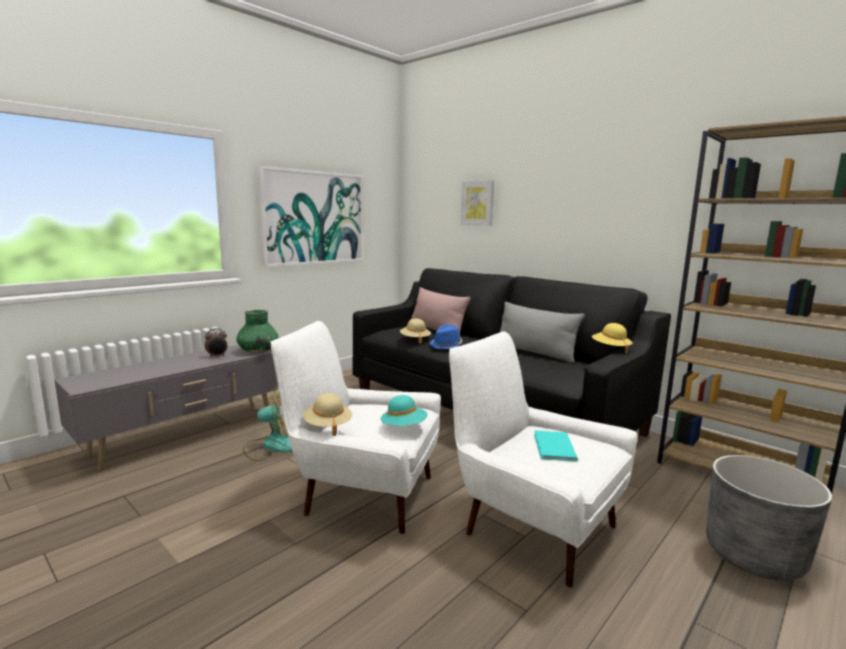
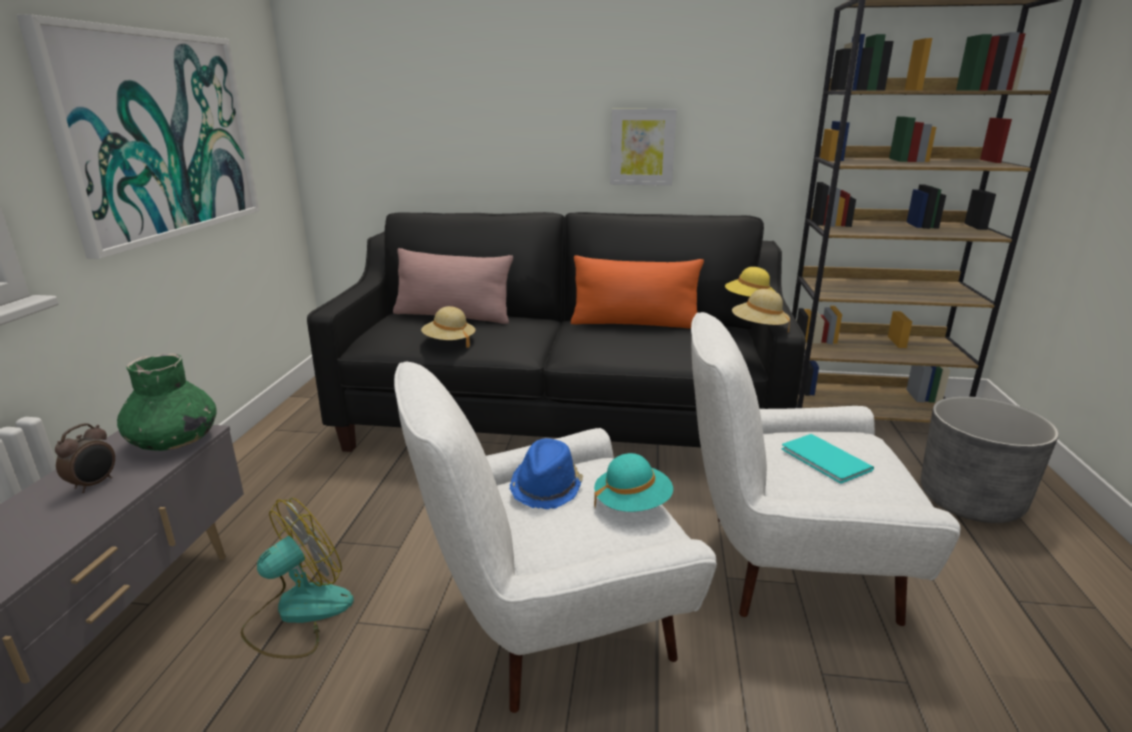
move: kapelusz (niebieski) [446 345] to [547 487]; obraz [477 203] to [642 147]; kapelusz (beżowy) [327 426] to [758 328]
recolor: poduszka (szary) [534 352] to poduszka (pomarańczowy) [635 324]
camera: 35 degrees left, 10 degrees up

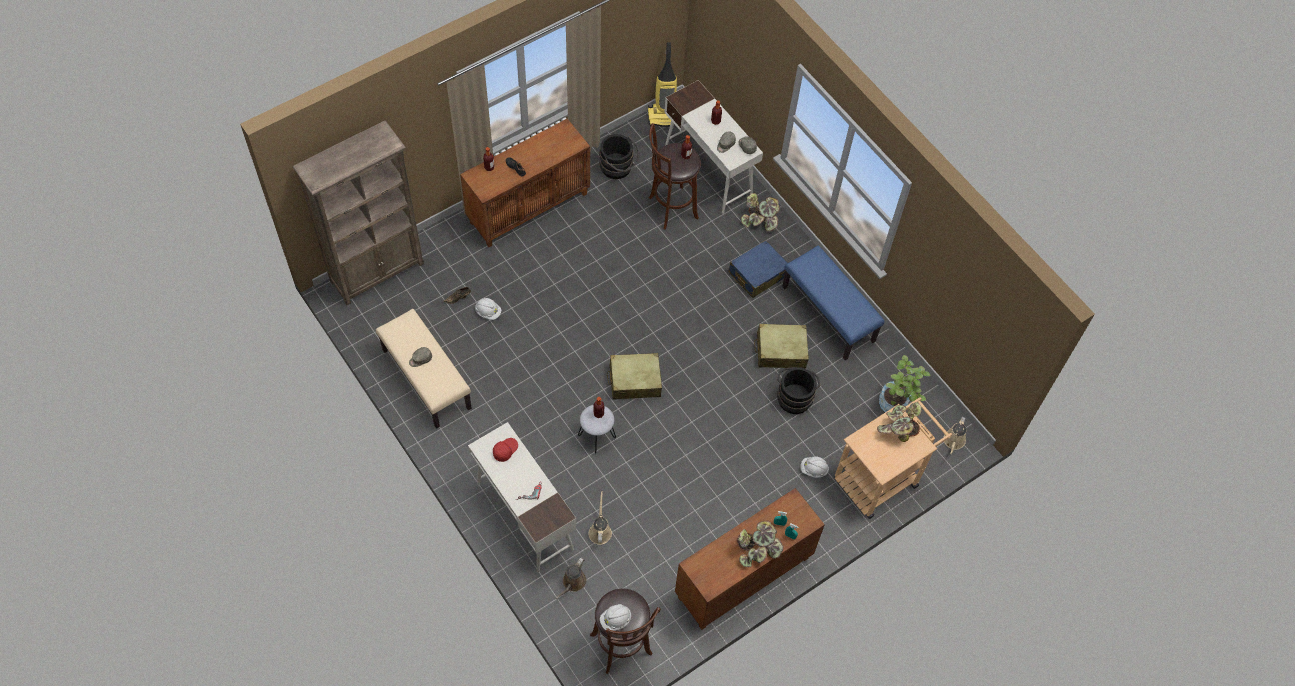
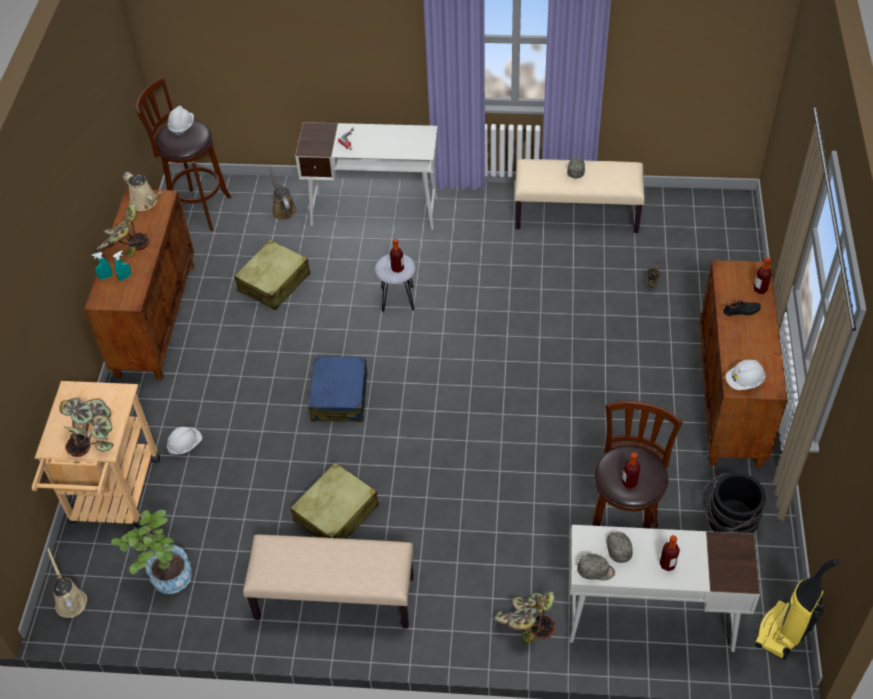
delete: regał (brązowy) [377 272]; czapka z daszkiem (czerwony) [505 451]; wiadro (czarny) [794 396]
move: konewka (beżowy) [600 531] to [145 202]; walizka (beżowy) [634 381] to [274 282]; walizka (niebieski) [757 274] to [339 396]; kask (biały) [488 312] to [744 382]
recolor: ławka (niebieski) [829 314] to ławka (beżowy) [334 599]
camera: 135 degrees right, 10 degrees down

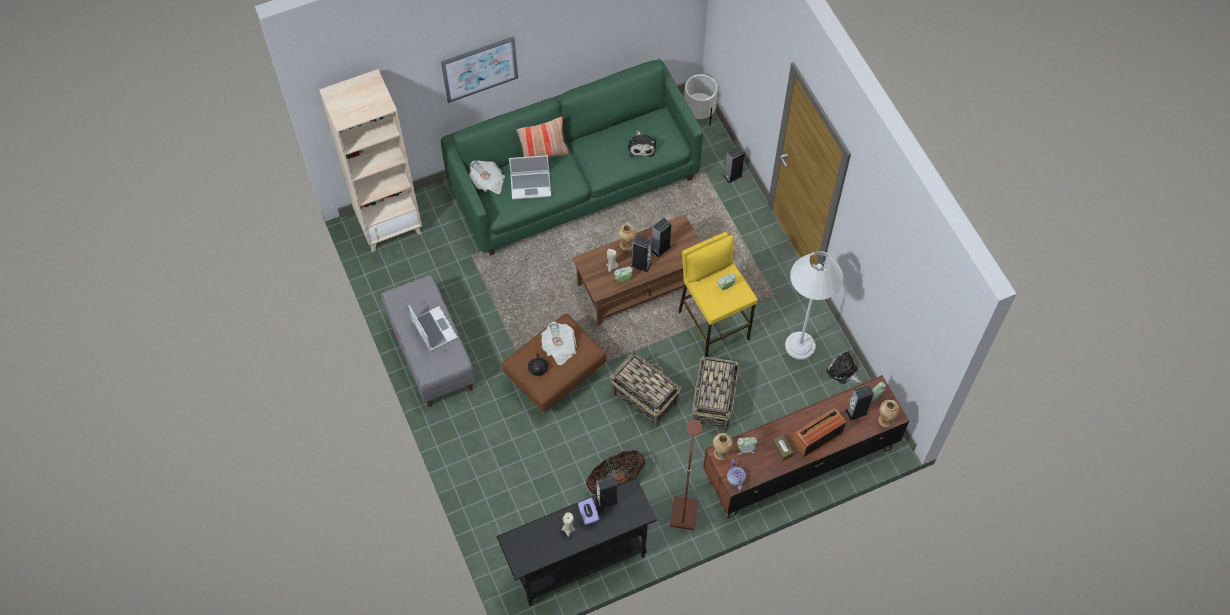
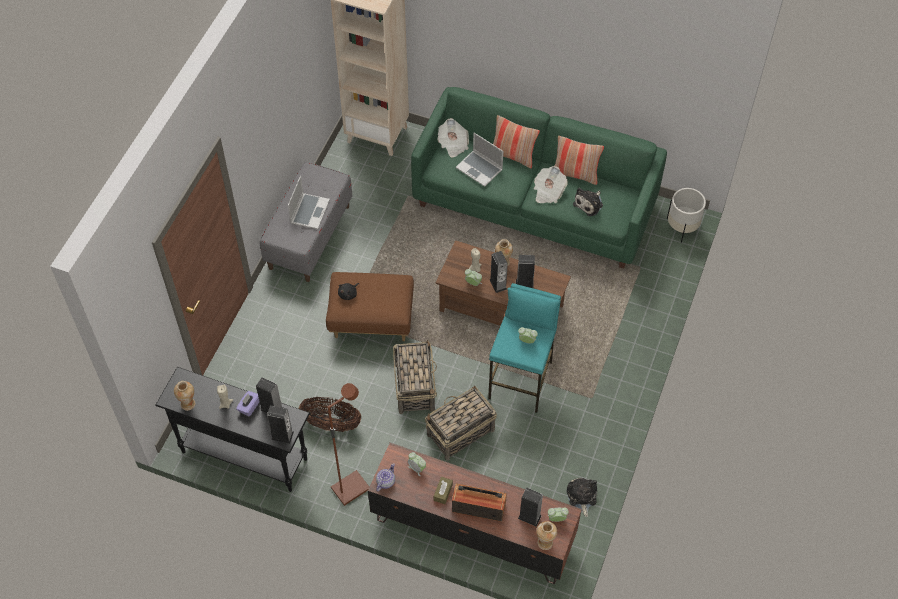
delete: obraz [479 69]; lampa stojąca (biały) [800 345]
insert: poduszka [575 174]
move: wazon [721 453] to [188 404]; głośnik [732 175] to [282 435]; gazeta [559 348] to [548 191]
recolor: stołek (żółty) [713 325] to stołek (turkusowy) [521 380]
camera: 45 degrees right, 5 degrees down

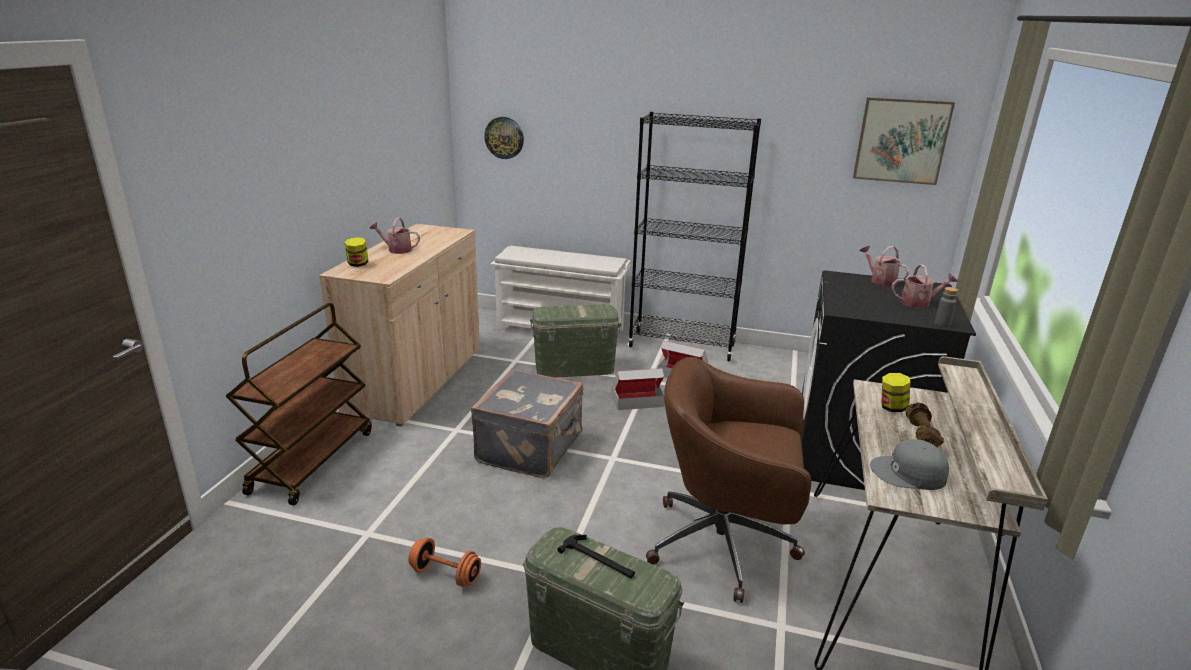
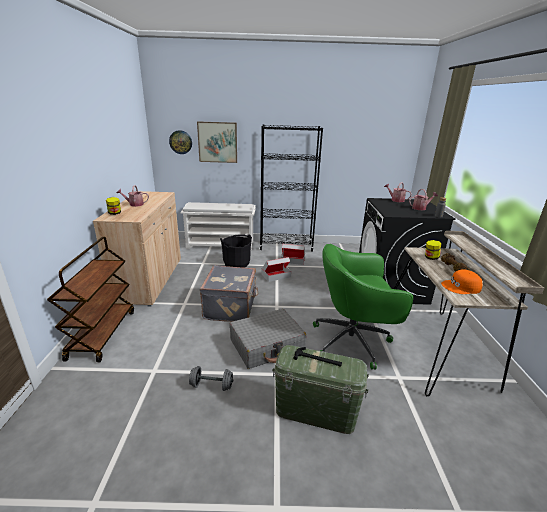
insert: walizka (szary) [267 345]
move: obraz [901 140] to [217 142]
replace: pojemnik do przechowywania (zielony) [574 368] to wiadro (czarny) [236 263]
recolor: hantel (pomarańczowy) [445 575] to hantel (szary) [211 386]; krzesło biurowe (brązowy) [725 544] to krzesło biurowe (zielony) [353 341]; czapka z daszkiem (szary) [909 473] to czapka z daszkiem (pomarańczowy) [461 287]
camera: 15 degrees left, 0 degrees up

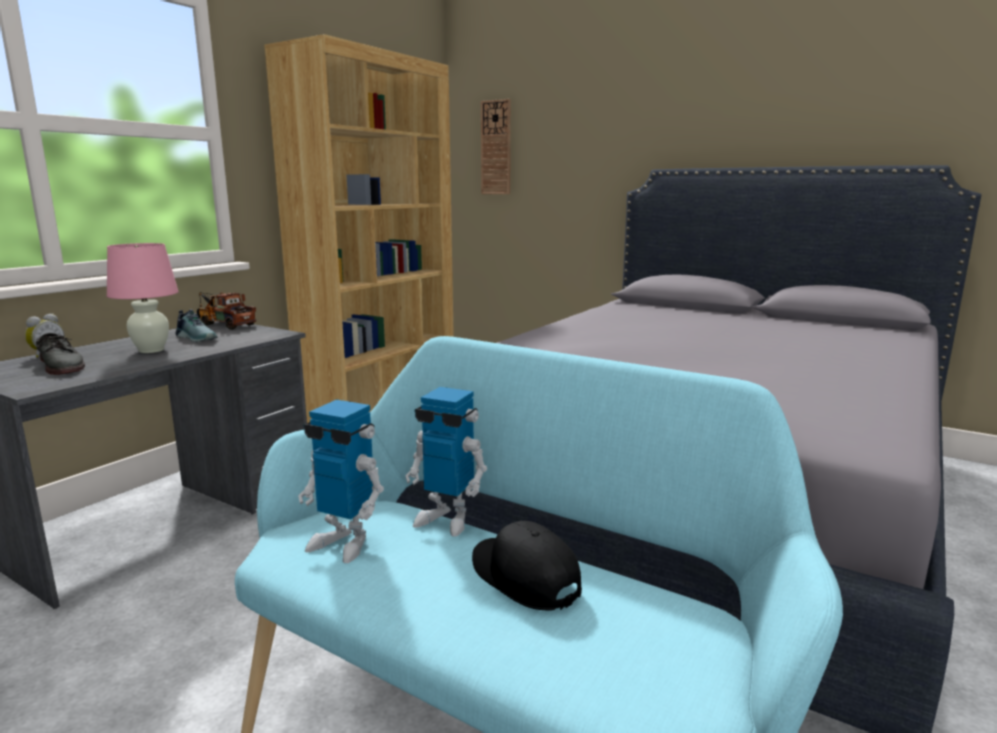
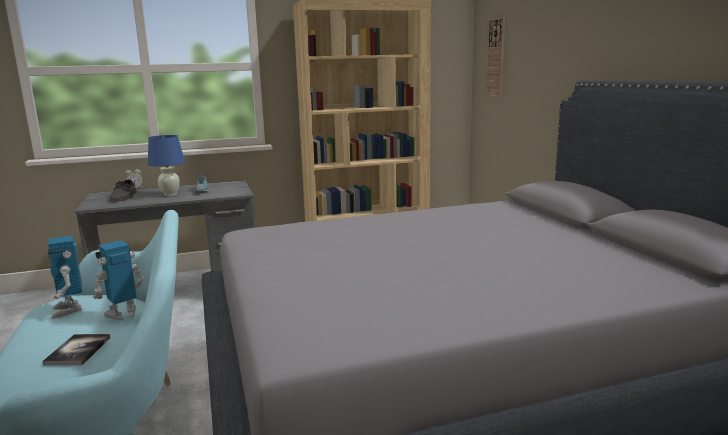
delete: ciężarówka zabawkowa [224 324]
replace: czapka z daszkiem (czarny) [524 577] to książka [78 351]
recolor: lampa stołowa (różowy) [151 350] to lampa stołowa (niebieski) [170 194]
rotate: robot zabawkowy [446 519] = [123 315] 75 degrees clockwise
camera: 40 degrees right, 0 degrees up

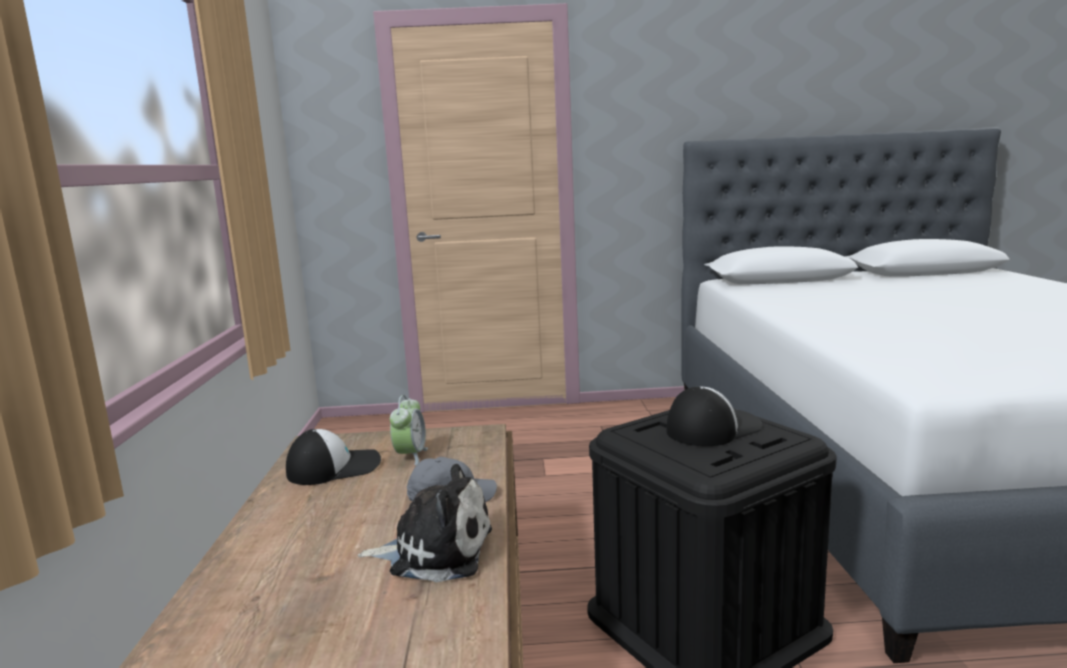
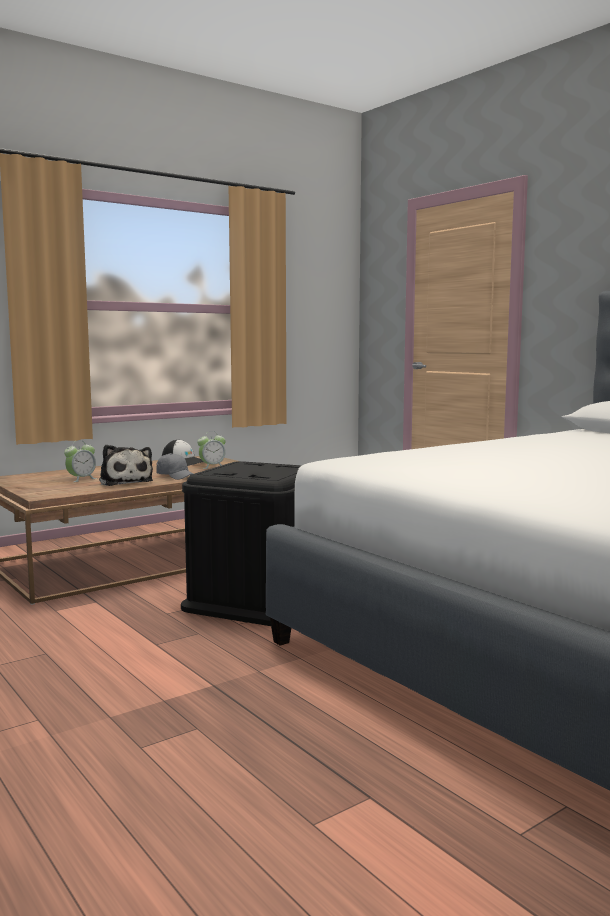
delete: czapka z daszkiem [712 428]
insert: budzik [81 479]
camera: 55 degrees right, 5 degrees down

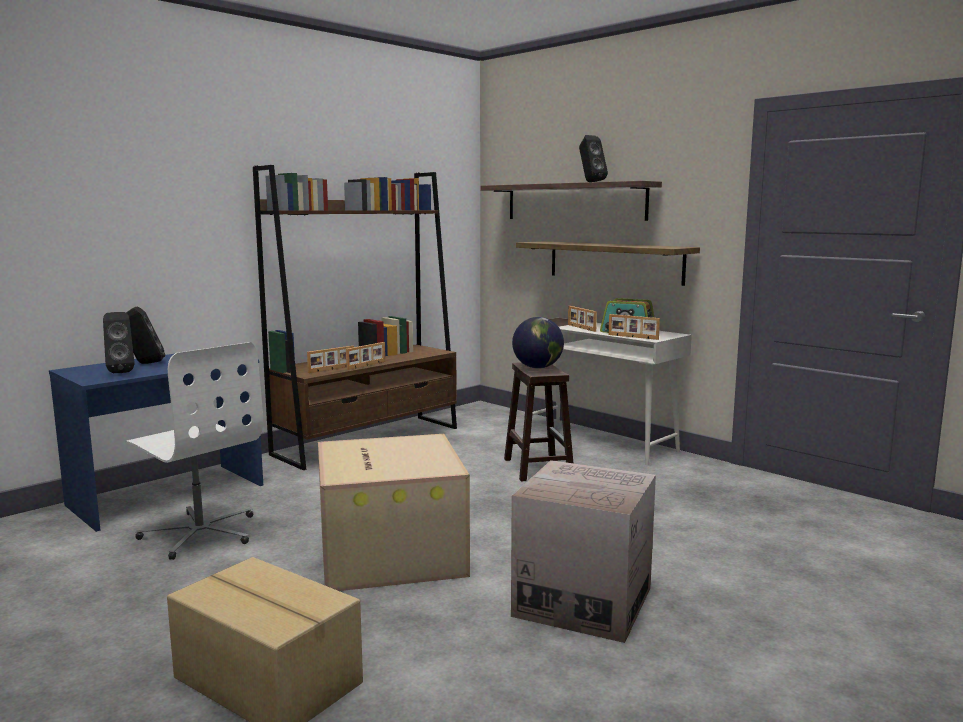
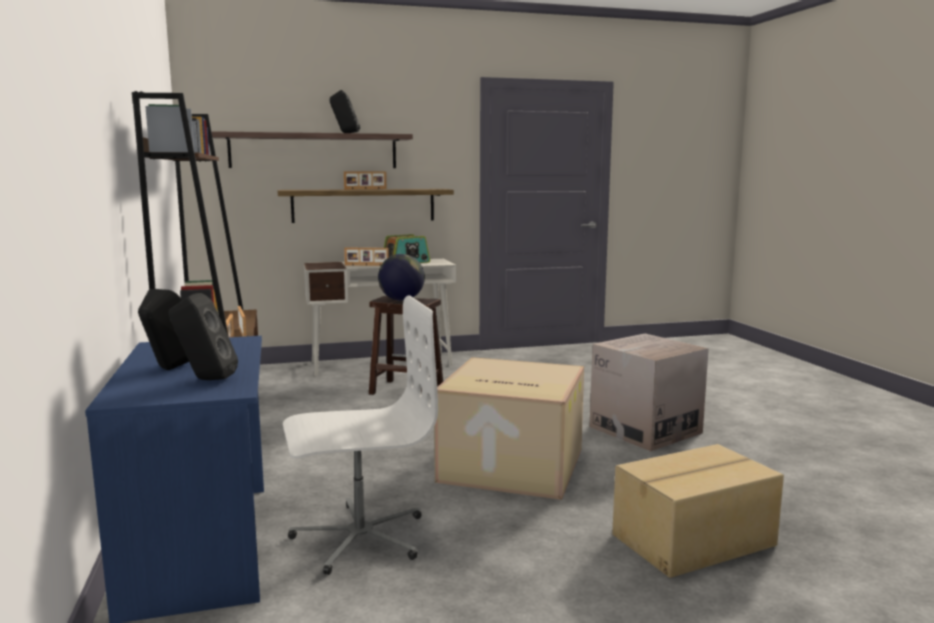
move: ramka na zdjęcie [632 337] to [365 189]
camera: 60 degrees left, 0 degrees up

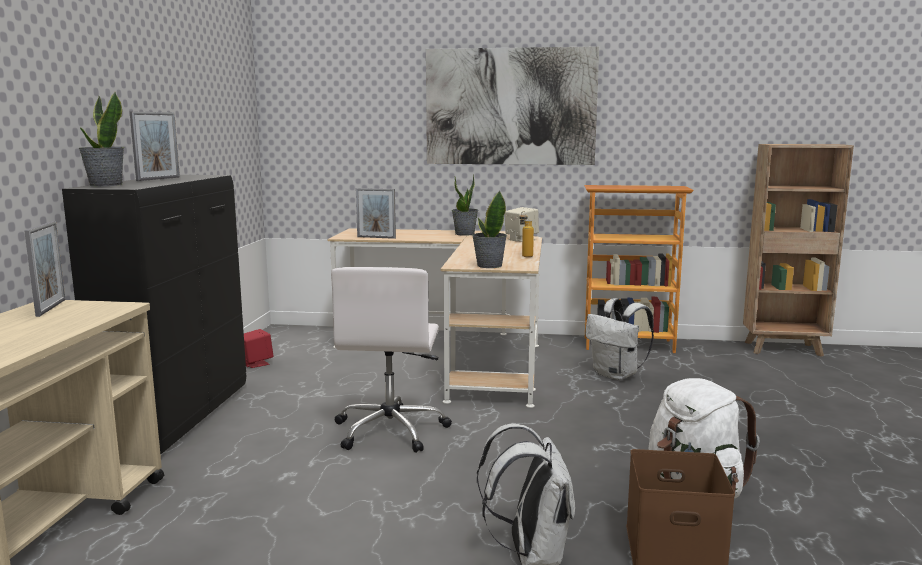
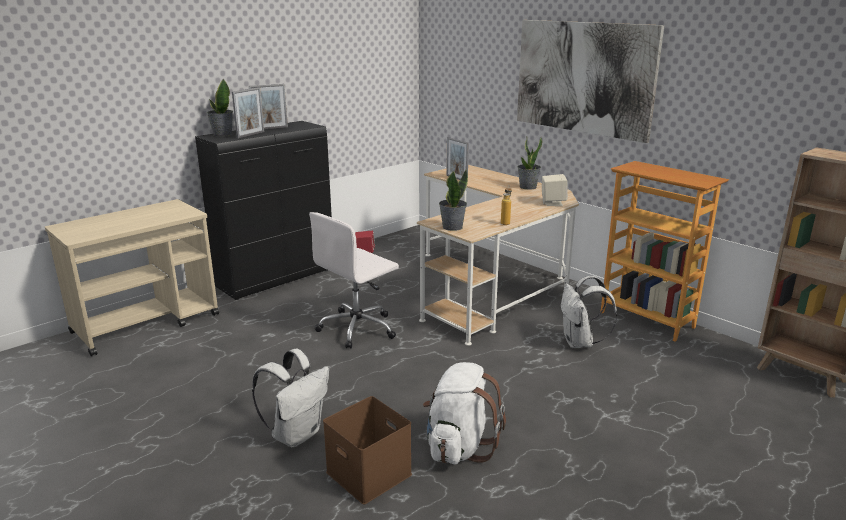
move: ramka na zdjęcie [51 308] to [250 134]
camera: 40 degrees right, 10 degrees up

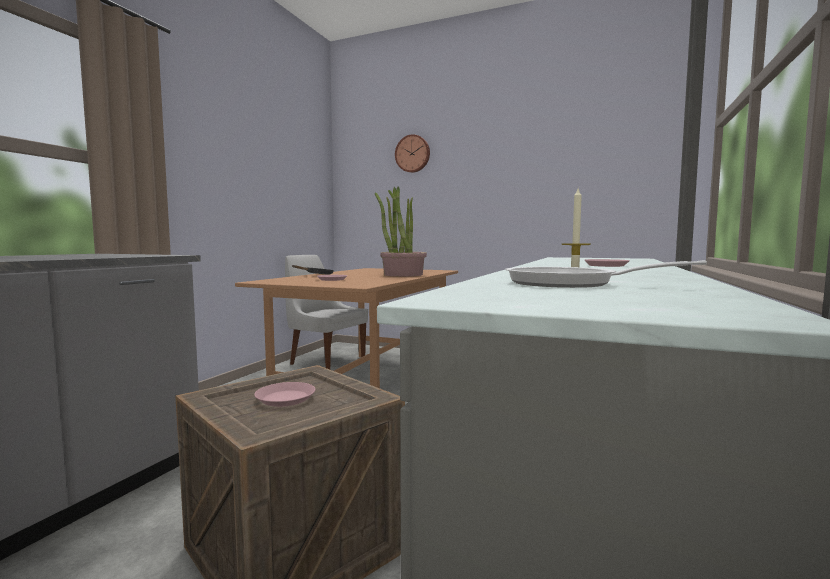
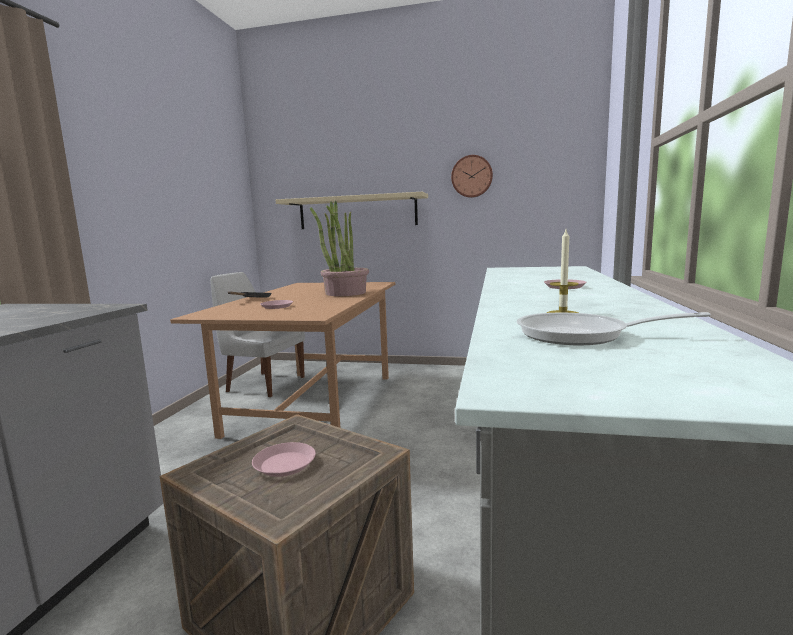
insert: półka (beżowy) [357 212]
move: zegar ścienny [413 154] to [472 176]
camera: 10 degrees left, 5 degrees up

